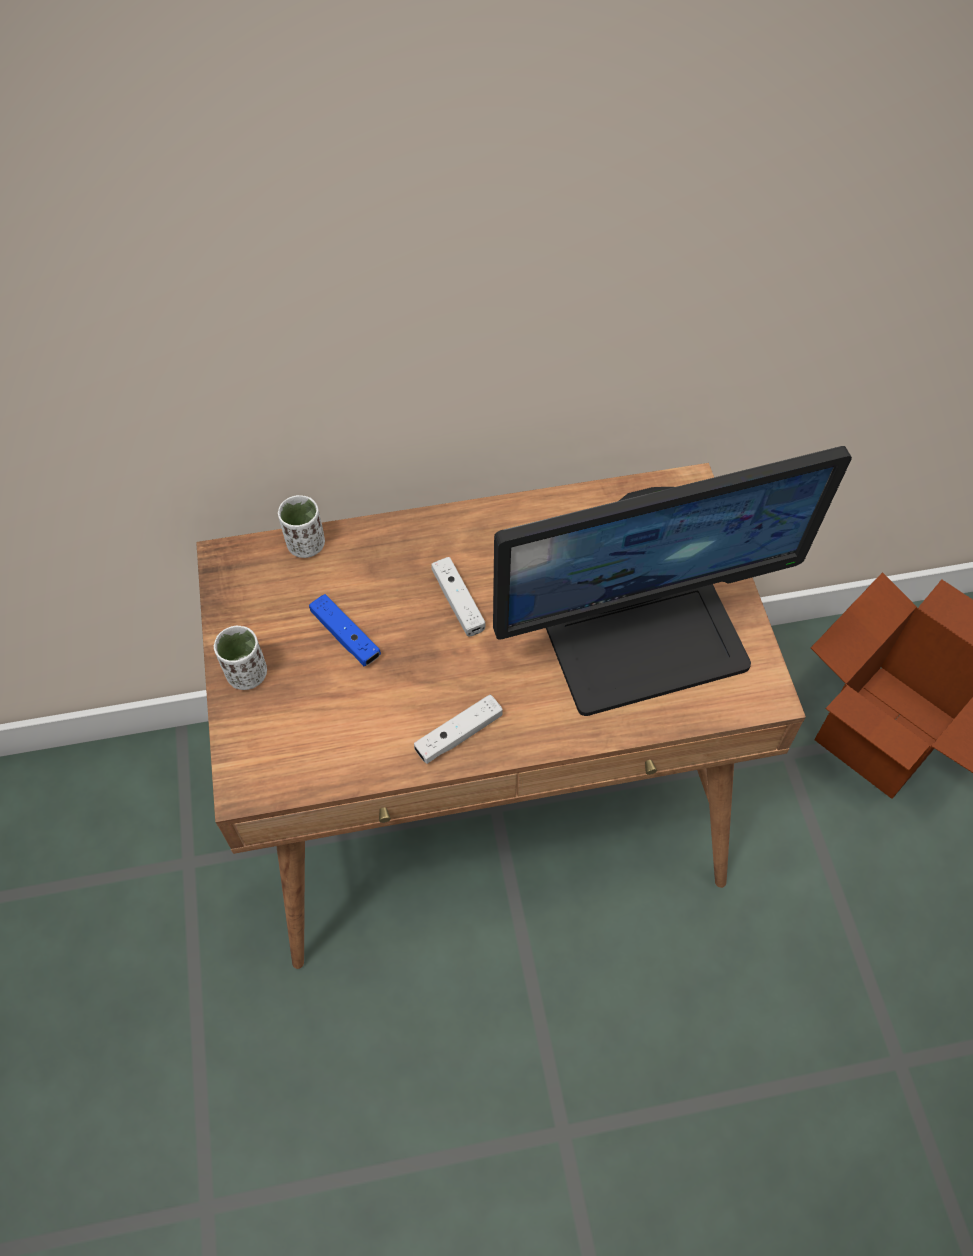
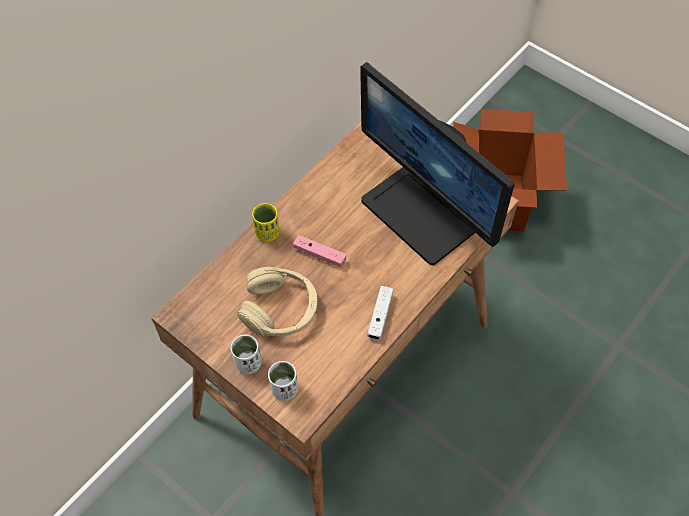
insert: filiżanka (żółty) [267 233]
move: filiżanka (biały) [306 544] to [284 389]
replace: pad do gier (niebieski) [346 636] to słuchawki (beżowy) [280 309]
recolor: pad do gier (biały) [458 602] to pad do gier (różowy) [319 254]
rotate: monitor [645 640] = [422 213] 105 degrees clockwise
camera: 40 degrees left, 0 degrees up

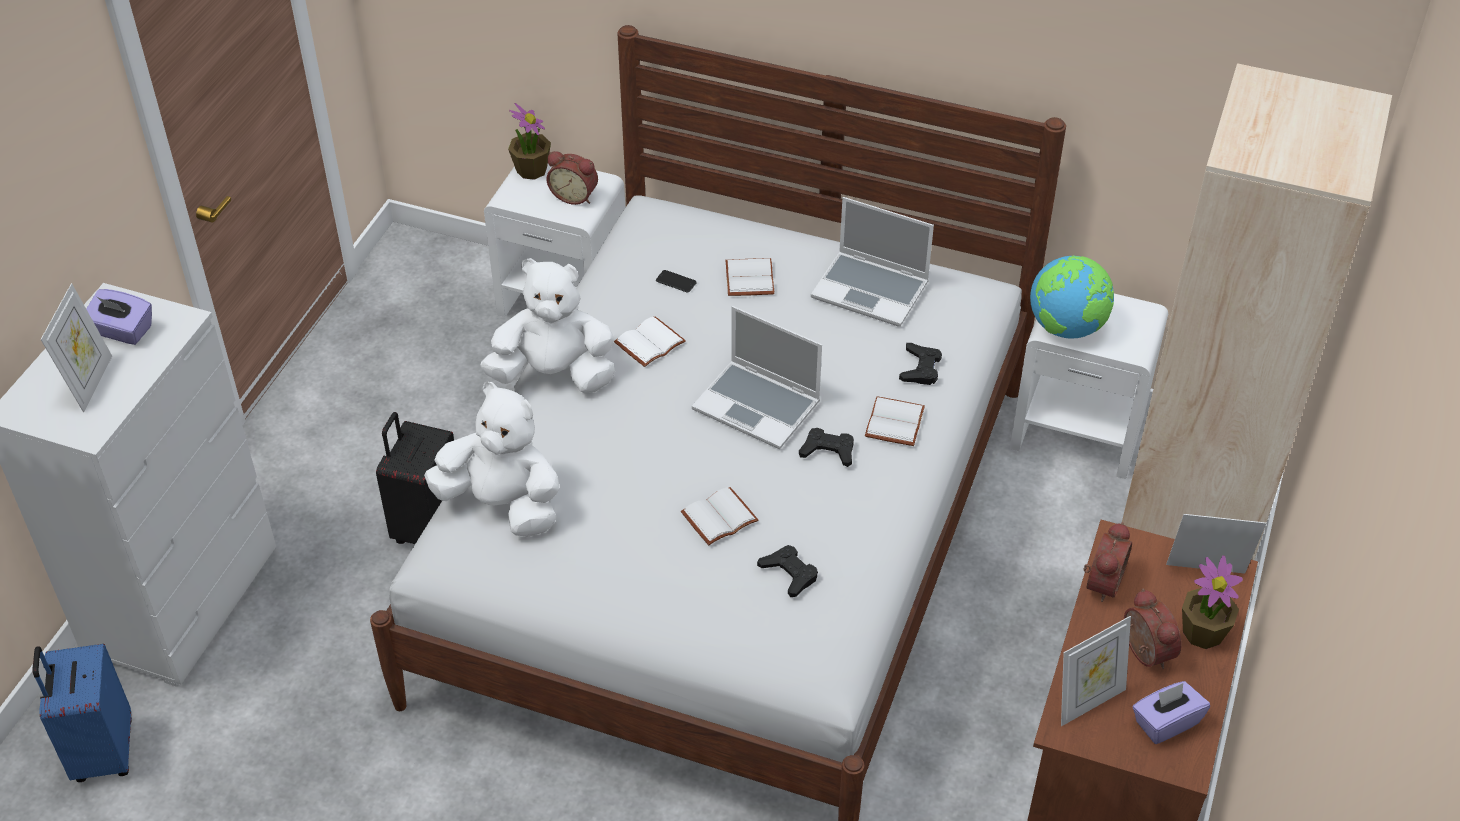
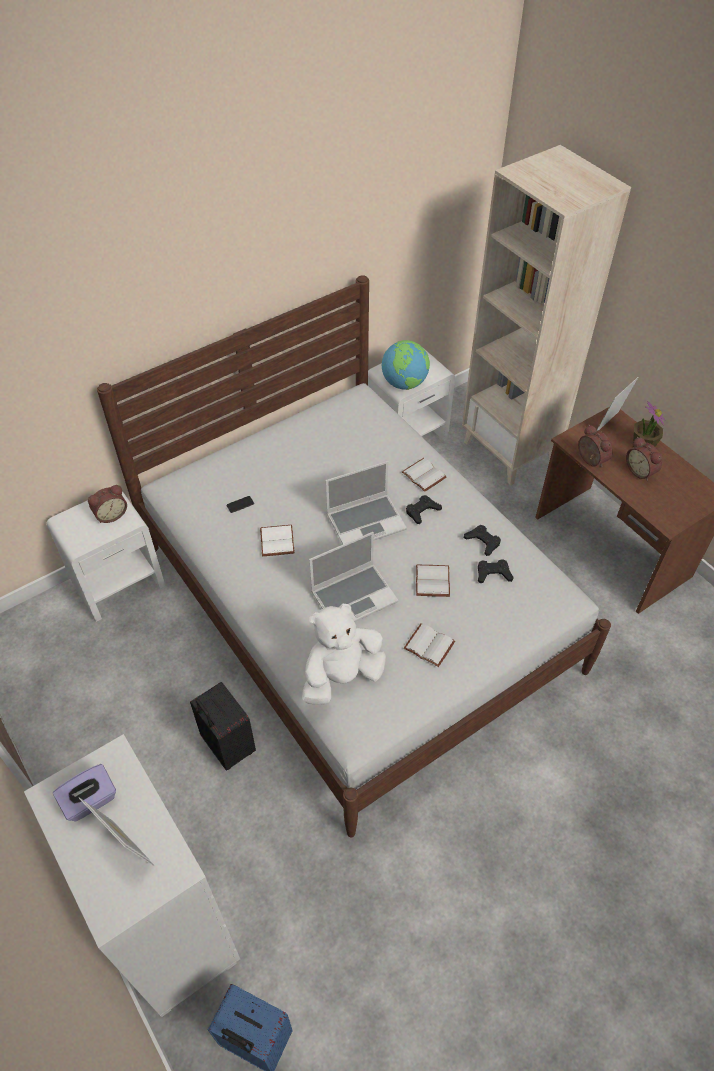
delete: pluszak (biały) [554 374]; roślina doniczkowa [531 169]; ramka na zdjęcie [1088 701]; pudełko chusteczek (fioletowy) [1165 722]
move: laptop [872 290] to [354 596]; książka (biały) [748 278] to [428 646]; pad do gier (czarny) [920 368] to [482 542]
rotate: budzik [1143 652] = [641 471] 135 degrees counterclockwise
camera: 55 degrees left, 5 degrees up

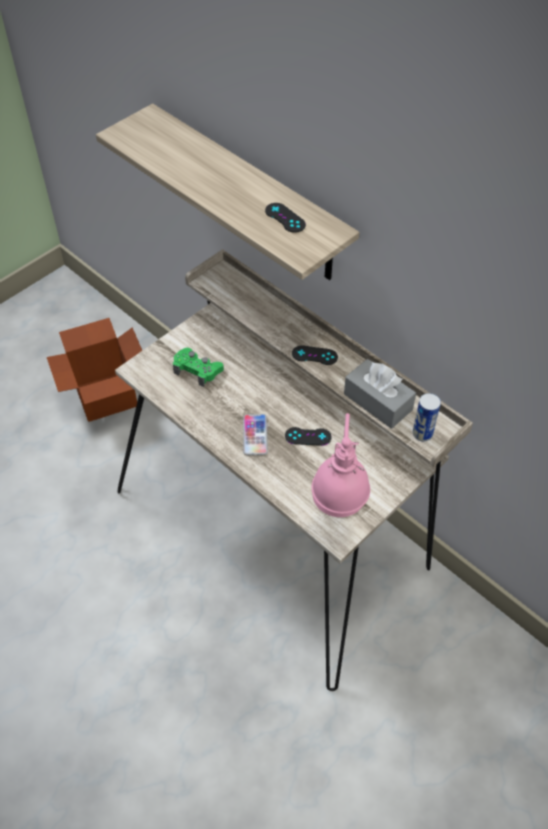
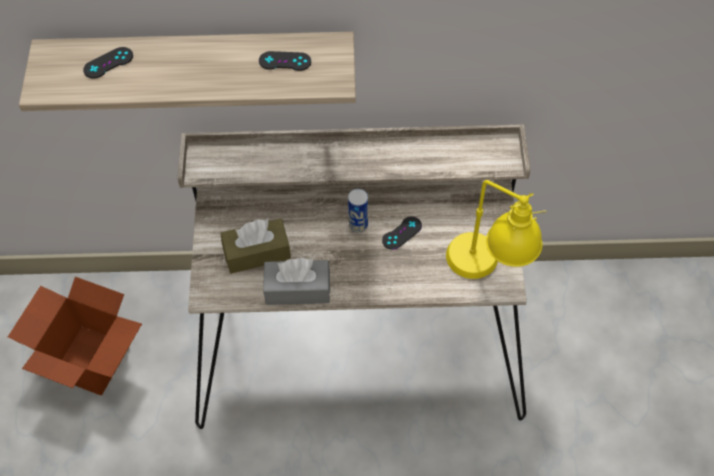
delete: telefon [255 435]
move: pad do gier (czarny) [314 355] to [108 63]; pudełko chusteczek (szary) [378 402] to [297 289]; puszka [422 434] to [358 225]
replace: pad do gier (zielony) [197 370] to pudełko chusteczek (brązowy) [257 253]
recolor: lampa stołowa (różowy) [338 515] to lampa stołowa (żółty) [488 271]
camera: 45 degrees left, 5 degrees up

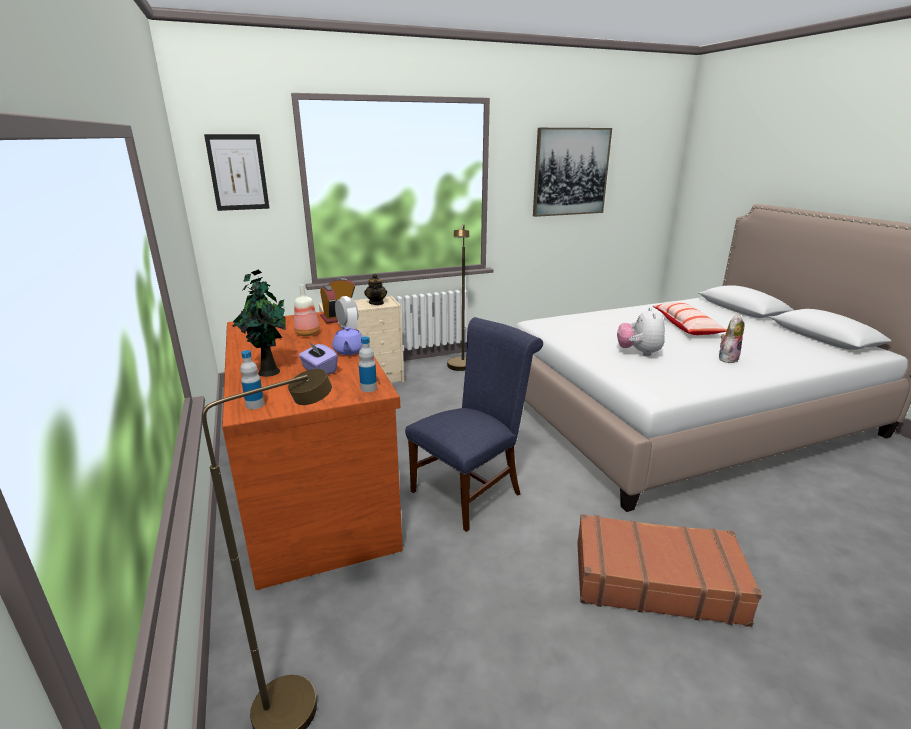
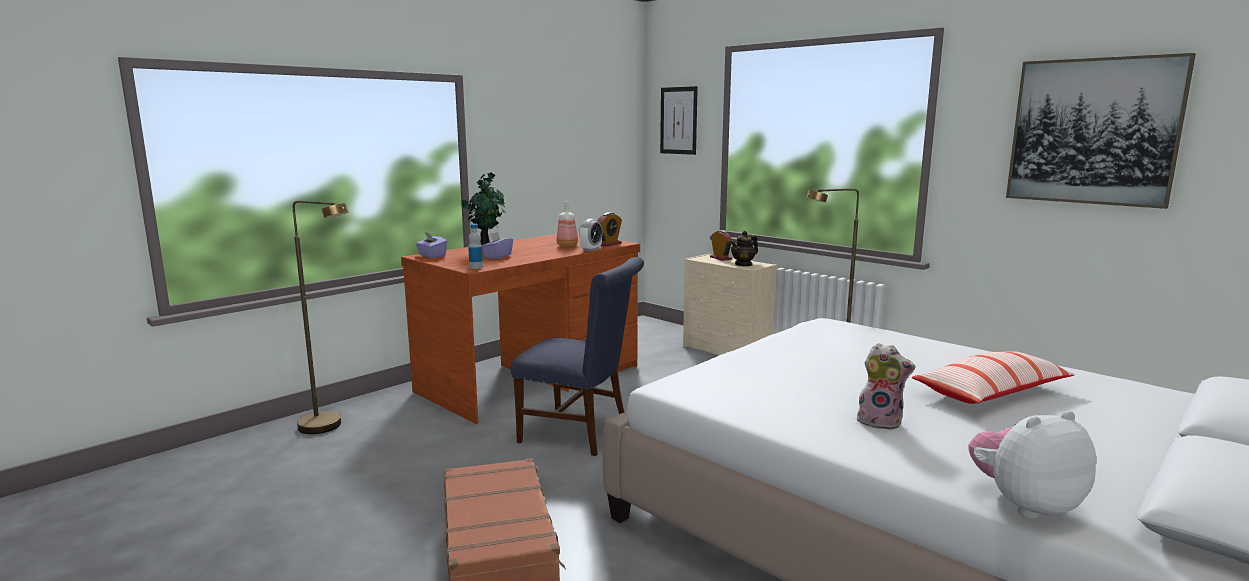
delete: imbryk (fioletowy) [349 351]
move: pluszak [639 353] to [1024 505]
replace: butelka [255 405] to pudełko chusteczek (fioletowy) [431 256]
camera: 65 degrees right, 10 degrees down

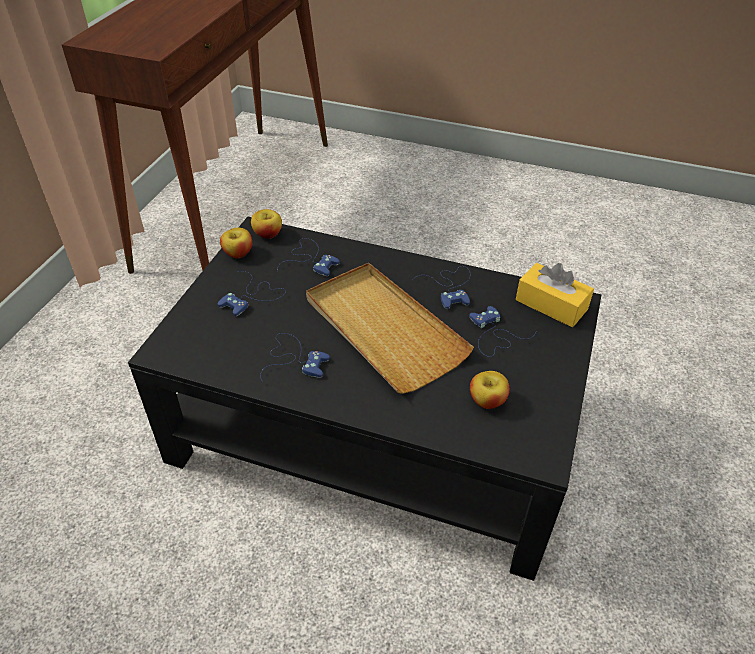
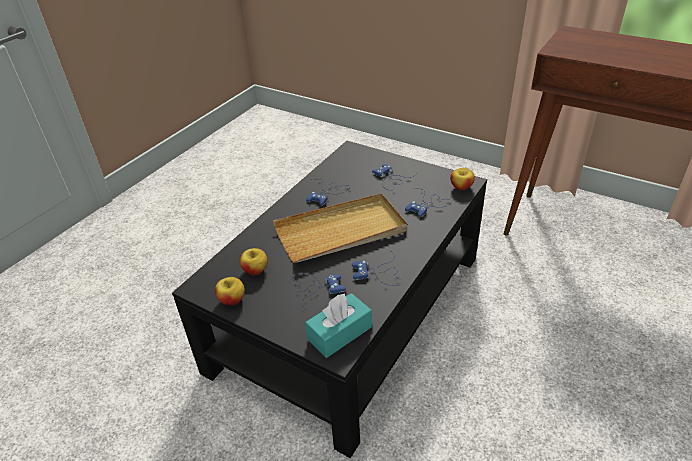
move: jabłko [238 253] to [232 300]
recolor: pudełko chusteczek (żółty) [551 304] to pudełko chusteczek (turkusowy) [339 333]
camera: 105 degrees right, 5 degrees down

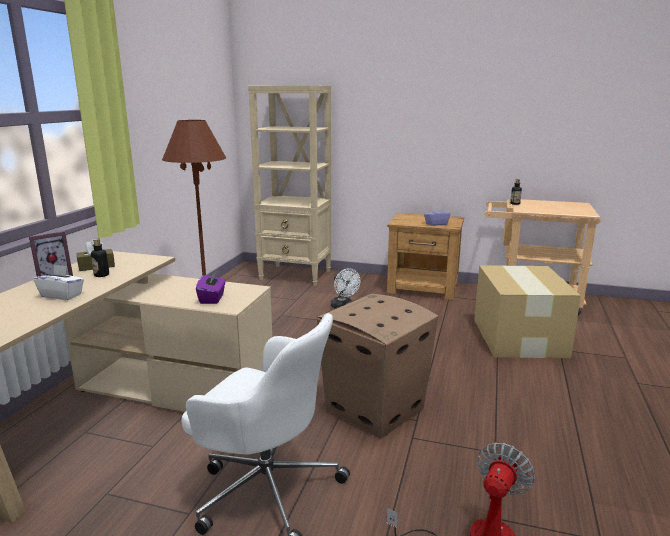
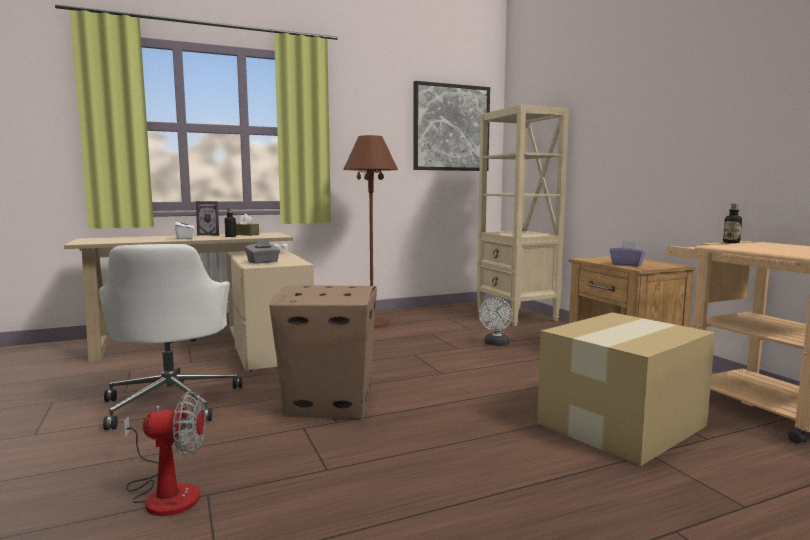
insert: obraz [451 128]
recolor: pudełko chusteczek (fioletowy) [212 298] to pudełko chusteczek (szary) [263 262]
camera: 50 degrees right, 10 degrees down

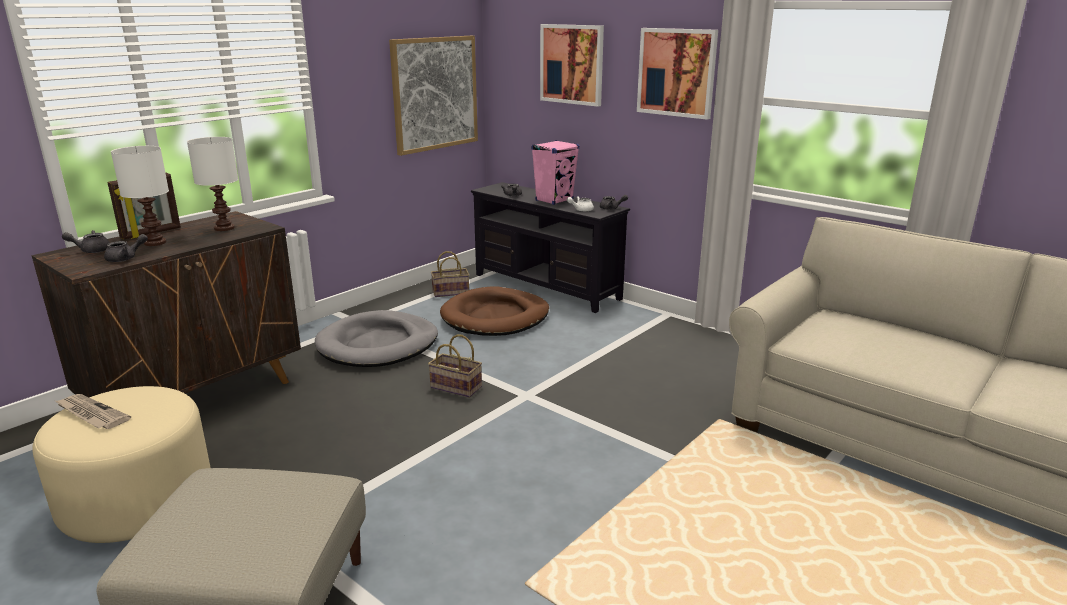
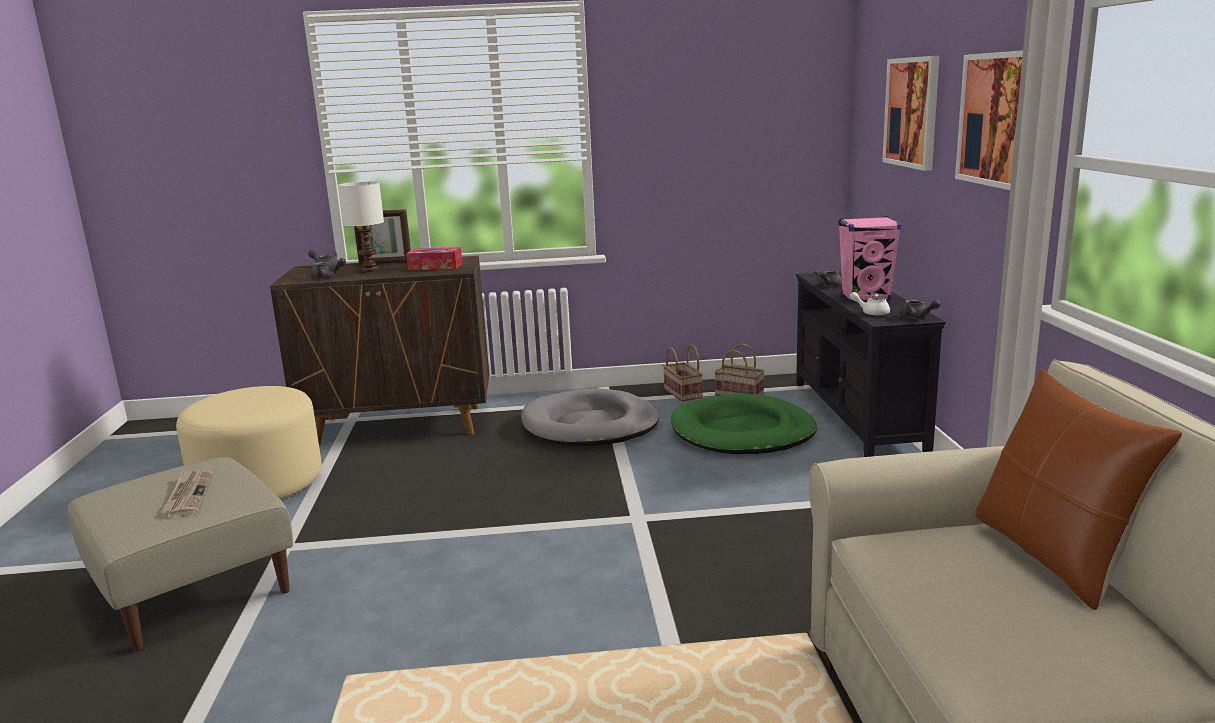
delete: obraz [435 93]
insert: poduszka (brązowy) [1054 556]
move: gazeta [91 414] to [189 495]; koszyk [454 387] to [681 393]
replace: lampa stołowa (biały) [224 228] to pudełko chusteczek [435 266]
recolor: legowisko (brązowy) [495 317] to legowisko (zielony) [742 432]
camera: 45 degrees right, 5 degrees down

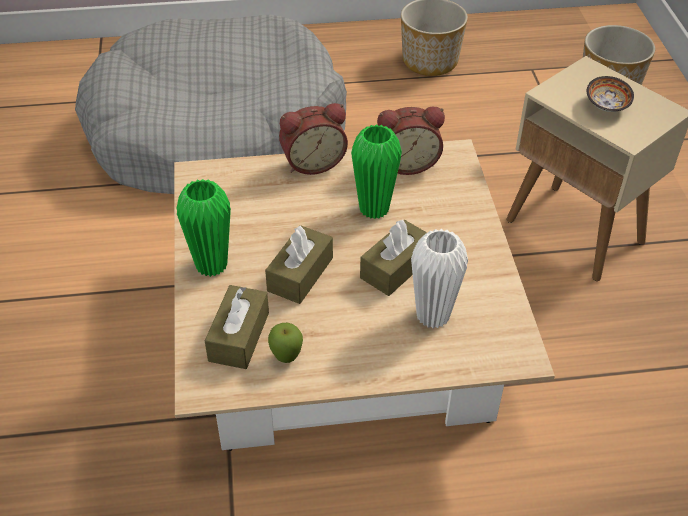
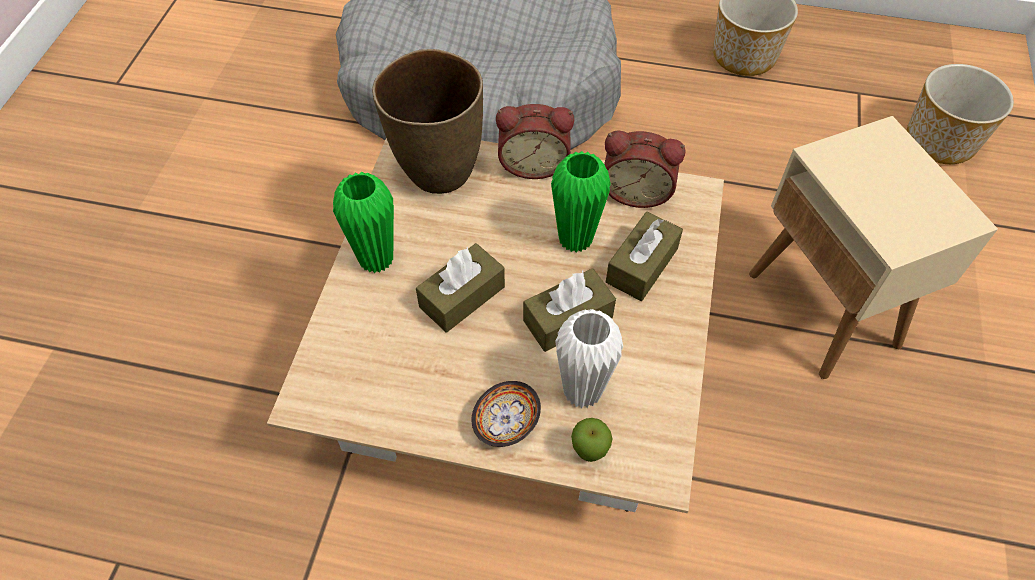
insert: wazon (brązowy) [438 172]
move: miska [606 106] to [506 422]; jabłko [286 358] to [589 452]; pudełko chusteczek (brązowy) [239 336] to [642 265]
camera: 20 degrees right, 10 degrees up

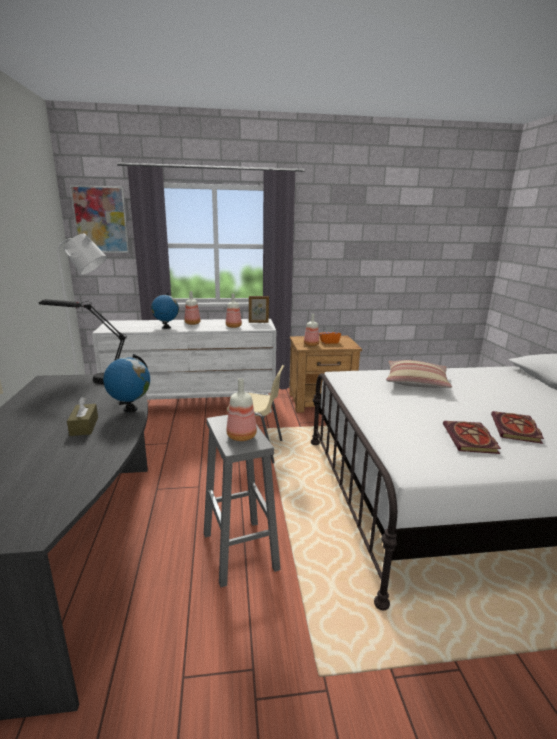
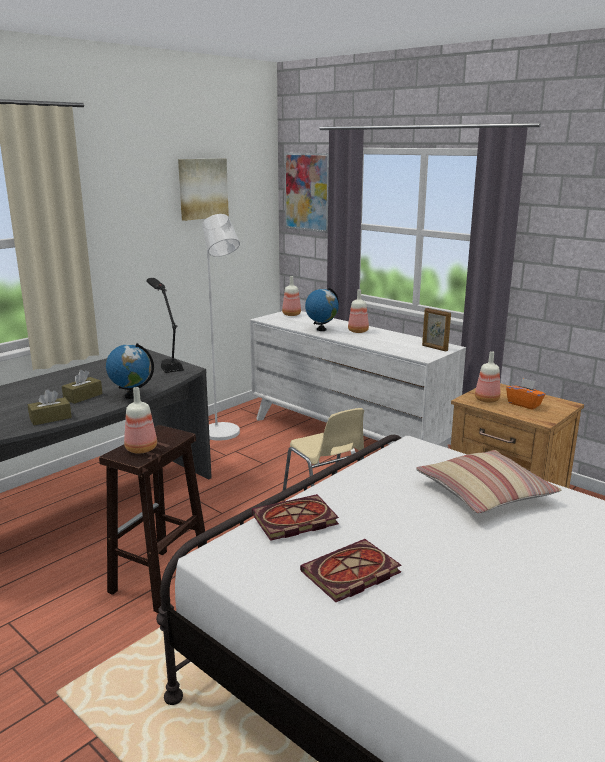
insert: pudełko chusteczek (brązowy) [50 418]; obraz [202 188]
move: książka [516 430] to [293 521]; butelka [234 326] to [292 315]
recolor: stołek (szary) [240 552] to stołek (brązowy) [160 581]
camera: 50 degrees right, 0 degrees up

